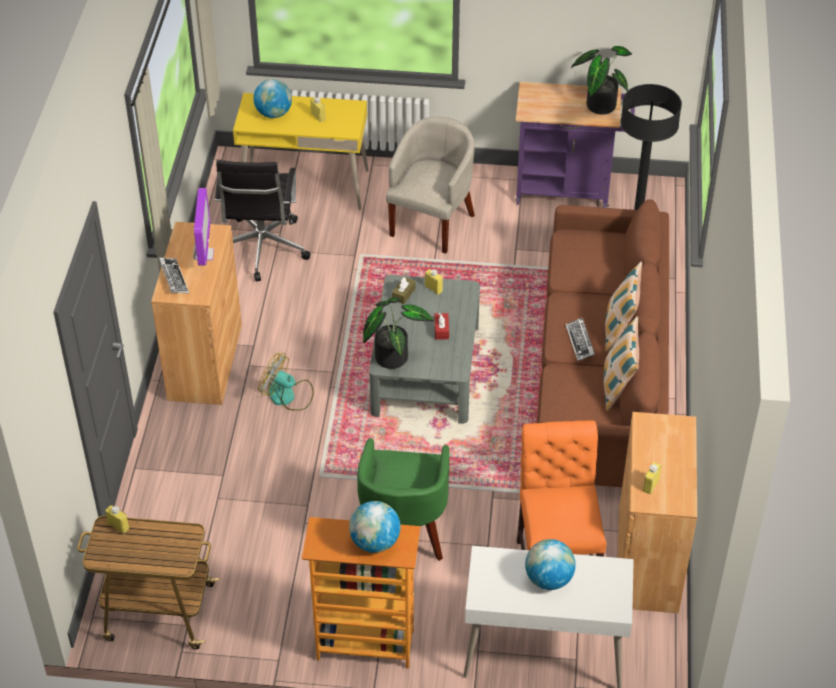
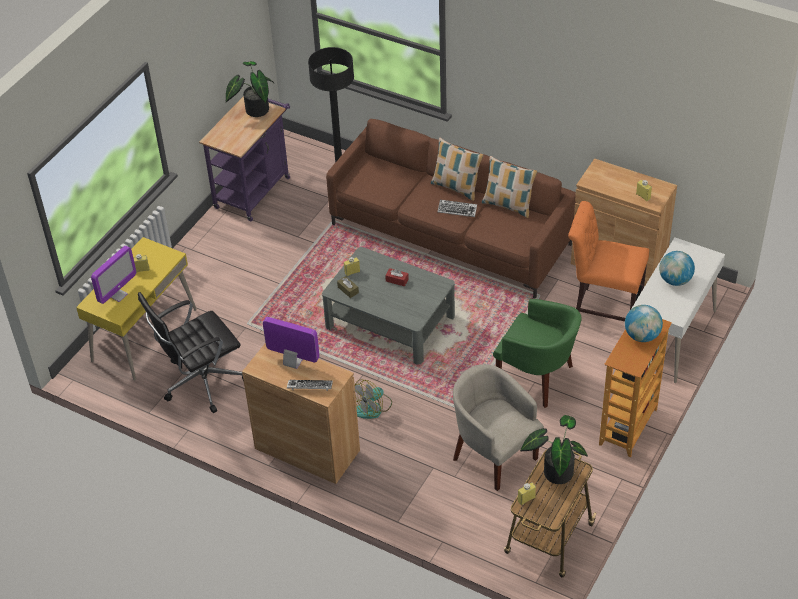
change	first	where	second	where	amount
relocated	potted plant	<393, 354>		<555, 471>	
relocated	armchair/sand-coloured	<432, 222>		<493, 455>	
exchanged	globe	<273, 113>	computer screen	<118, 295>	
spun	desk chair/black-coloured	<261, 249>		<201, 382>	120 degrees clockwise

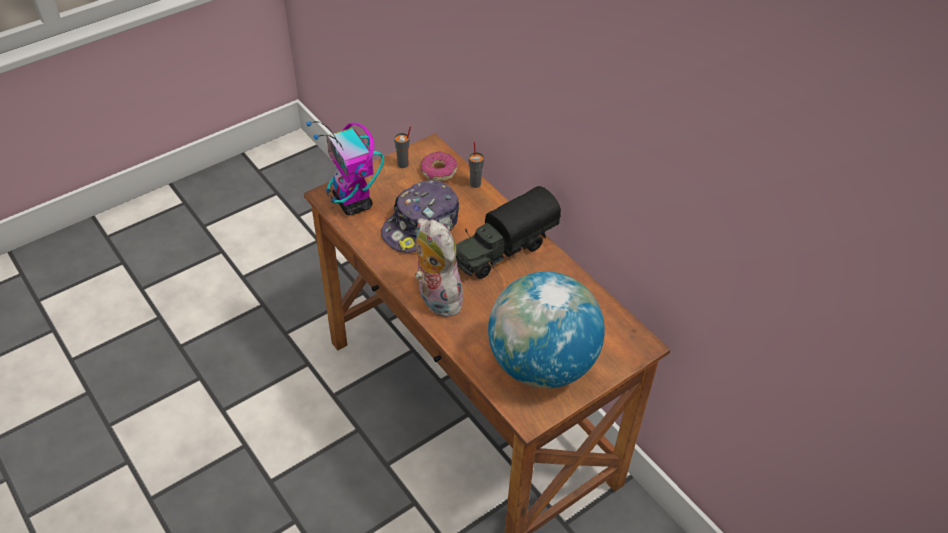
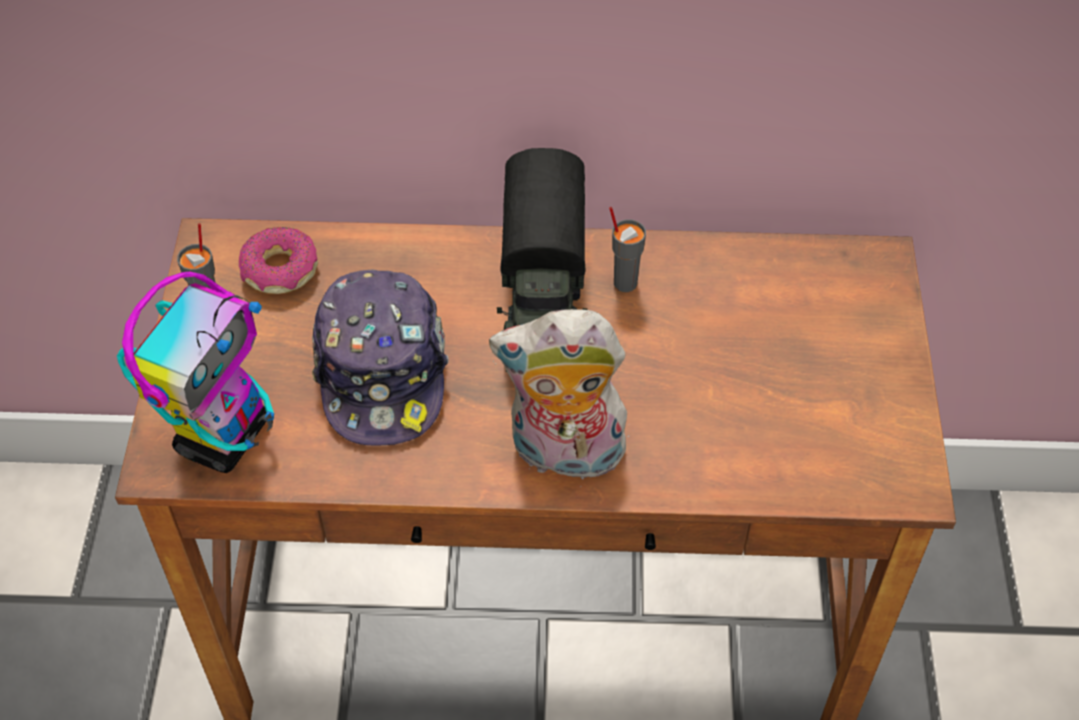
change	first	where	second	where	amount
missing	globe	<541, 364>			
relocated	drinking cup/grey	<475, 183>		<624, 282>	
spun	robot figure	<353, 203>		<224, 435>	75 degrees counterclockwise

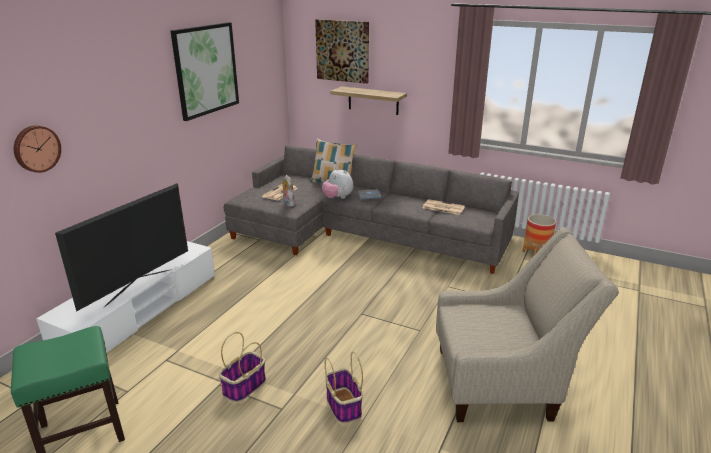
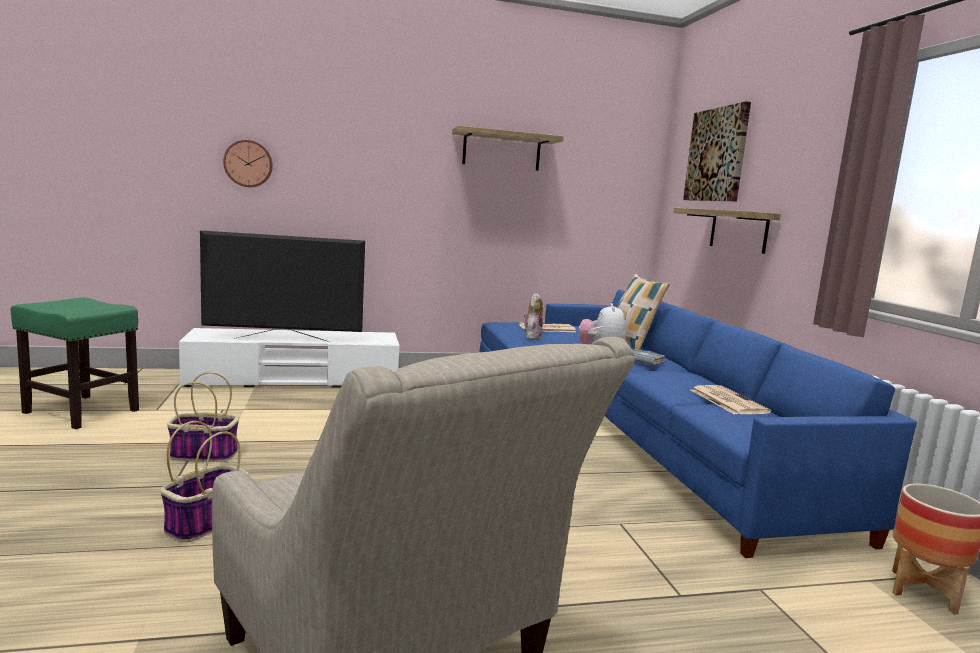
change	first	where	second	where	amount
exchanged	wall picture	<206, 70>	bracket shelf	<501, 150>	
colour	couch/grey	<360, 232>	couch/blue-coloured	<633, 426>	

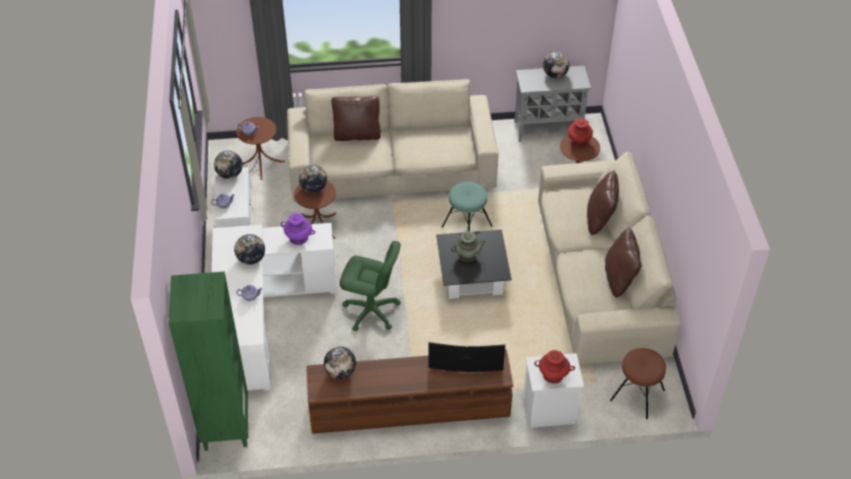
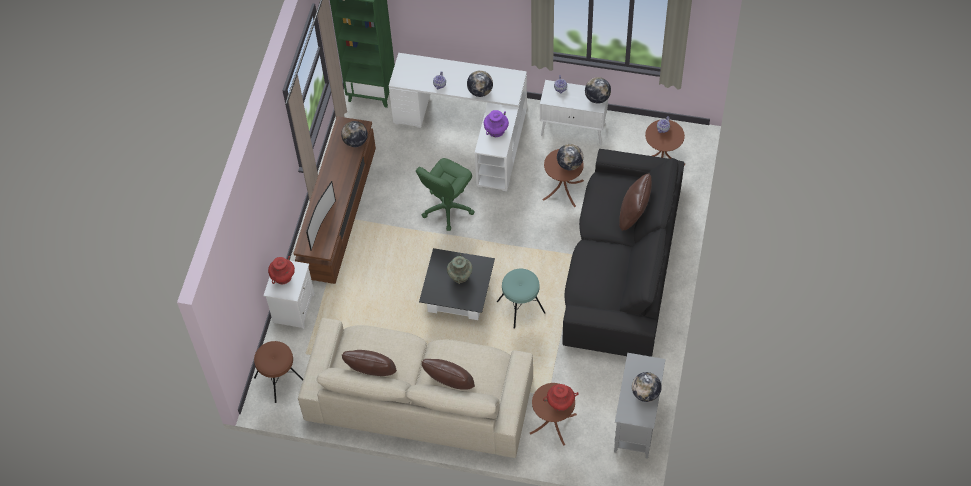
change	first	where	second	where	amount
colour	couch/sand-coloured	<392, 168>	couch/black-coloured	<621, 265>	

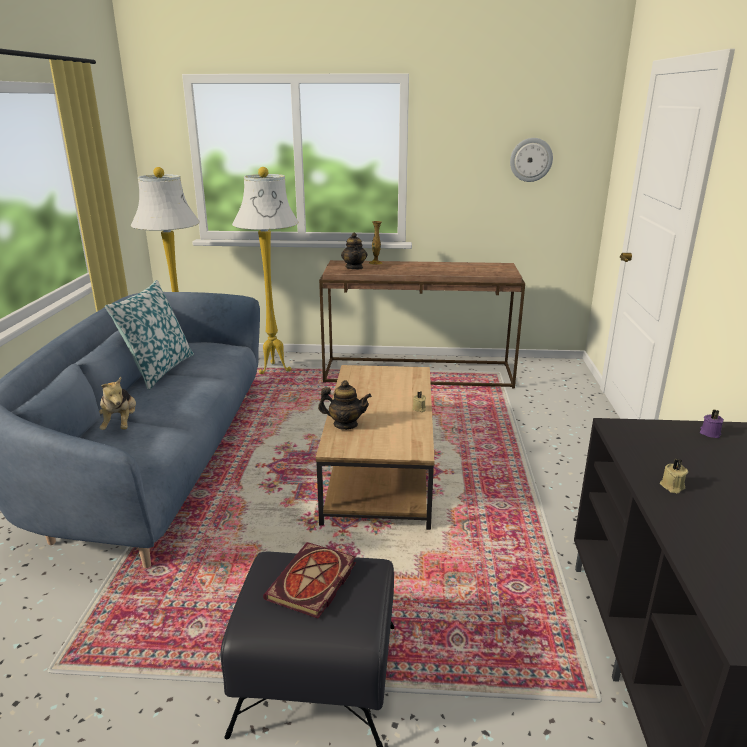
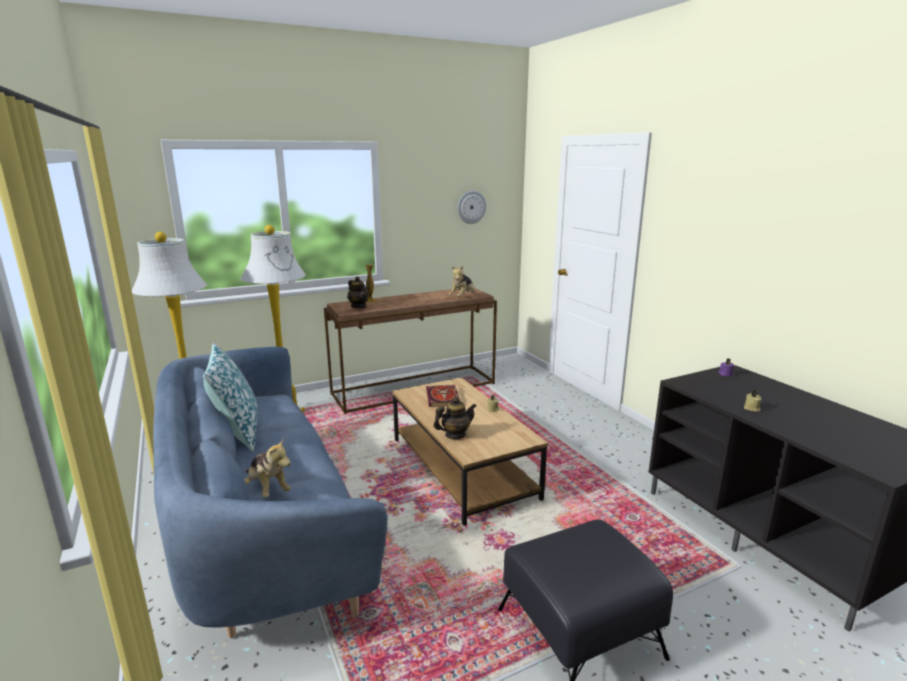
change	first	where	second	where	amount
appeared			soft toy	<462, 297>	
relocated	book	<312, 583>		<443, 398>	

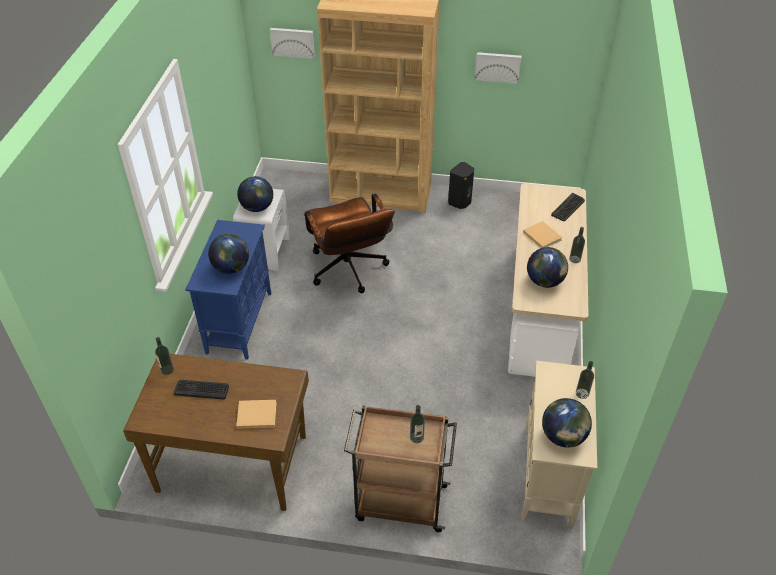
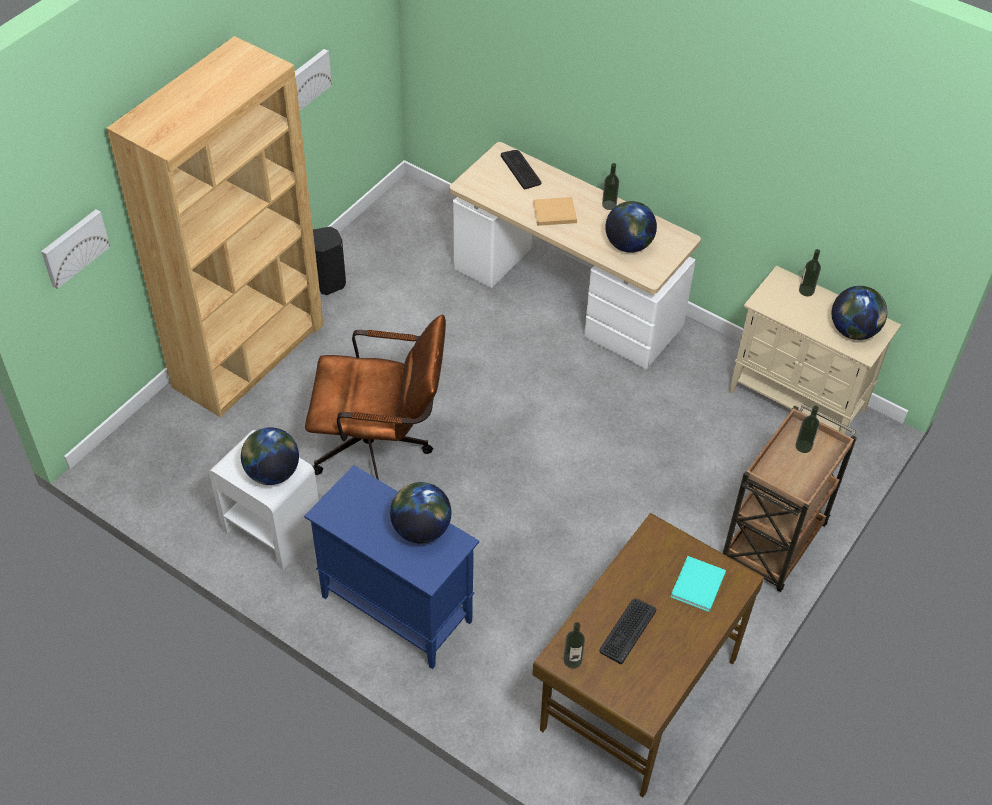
change	first	where	second	where	amount
colour	book/sand-coloured	<255, 415>	book/turquoise	<697, 586>	

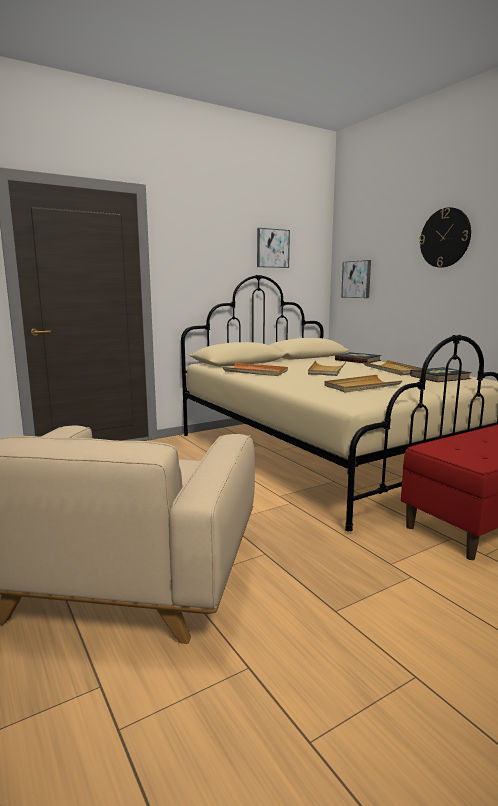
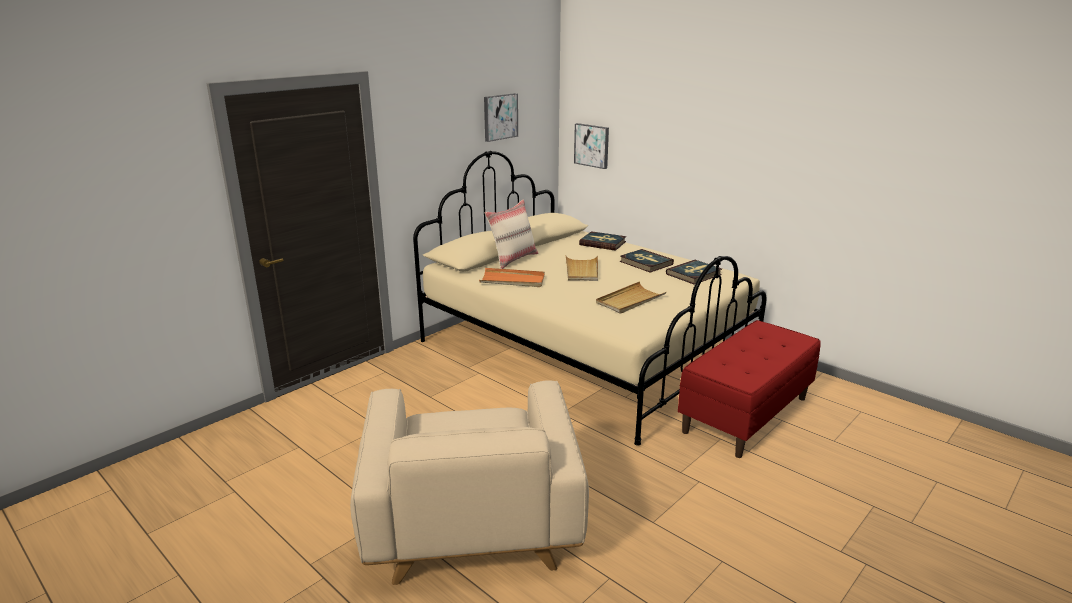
change	first	where	second	where	amount
missing	wall clock	<445, 238>			
appeared			throw pillow/sand-coloured	<513, 259>	
exchanged	carrying tray/sand-coloured	<393, 370>	book	<645, 263>	

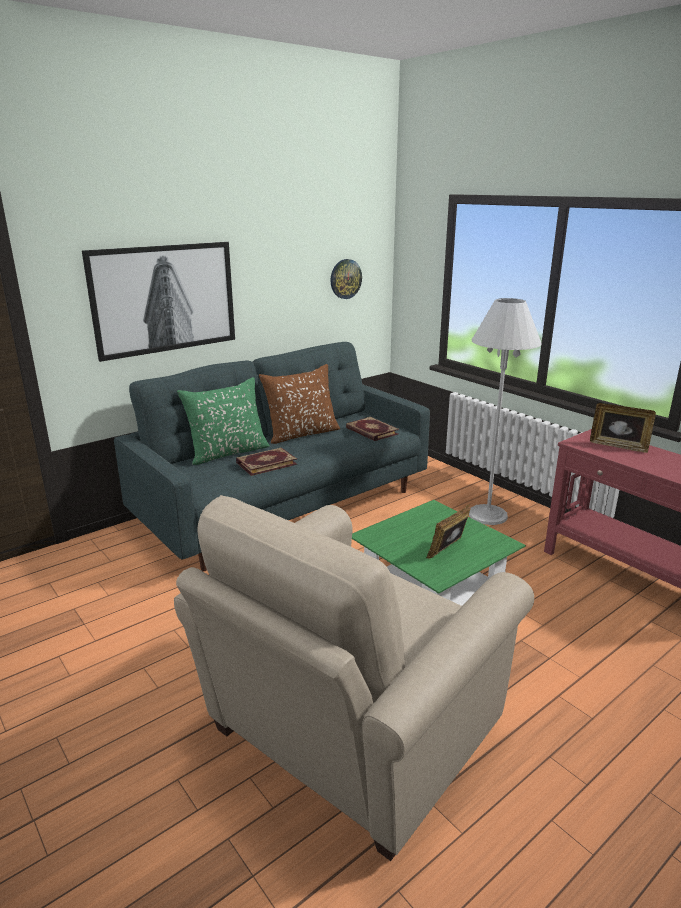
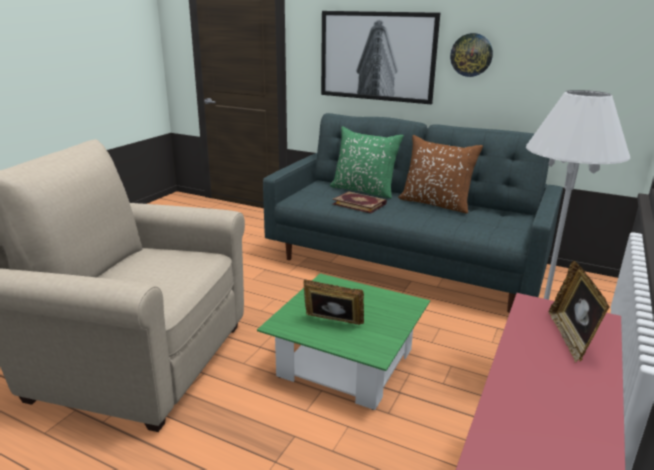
change	first	where	second	where	amount
missing	book	<371, 431>			
relocated	wall clock	<345, 279>		<471, 55>	

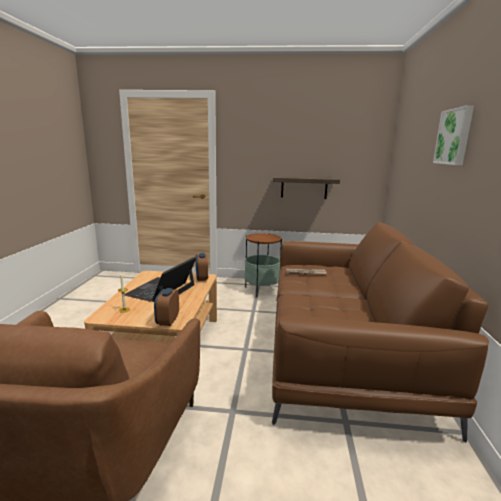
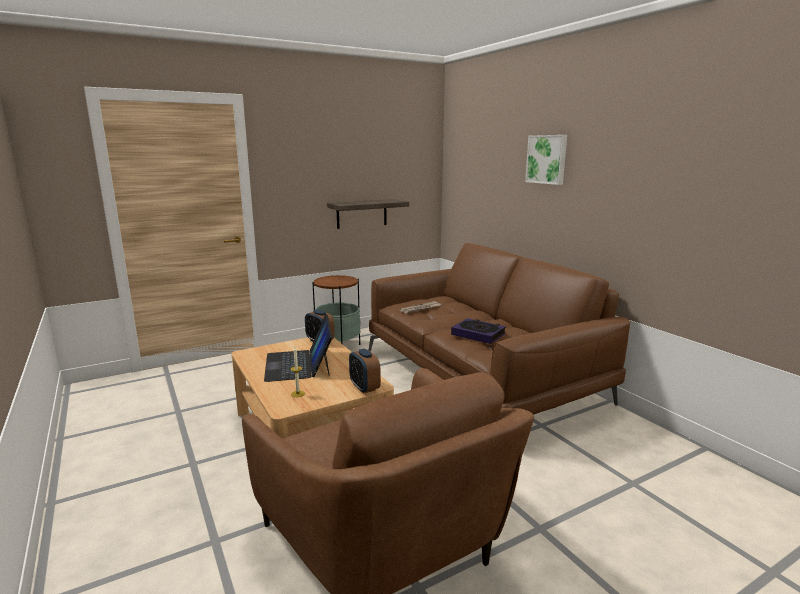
change	first	where	second	where	amount
appeared			book	<478, 334>	

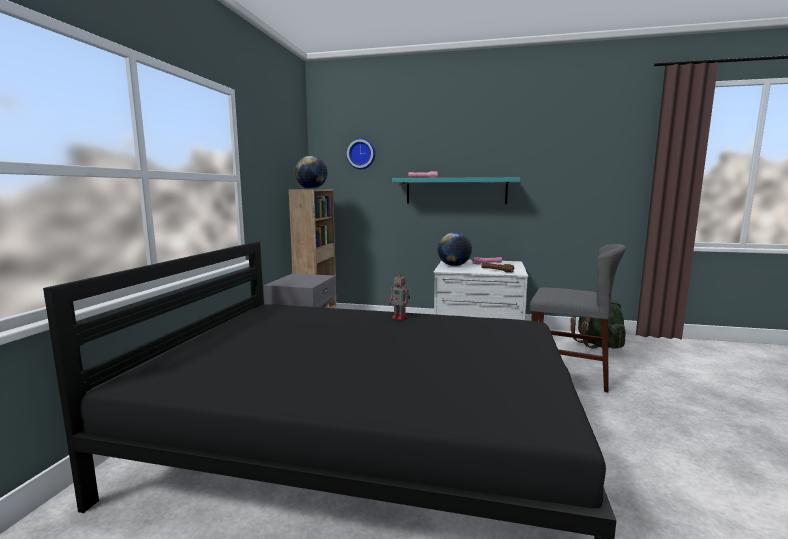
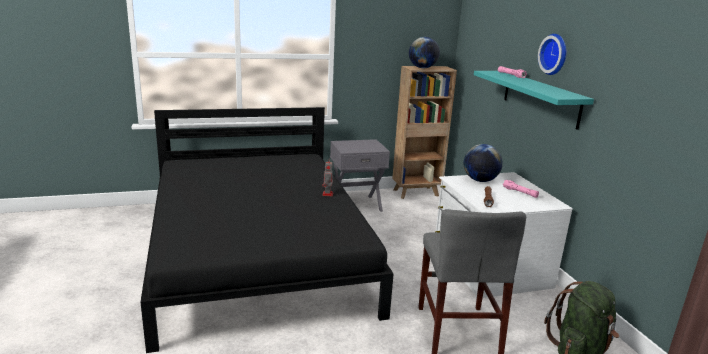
change	first	where	second	where	amount
relocated	wall clock	<361, 154>		<555, 54>	

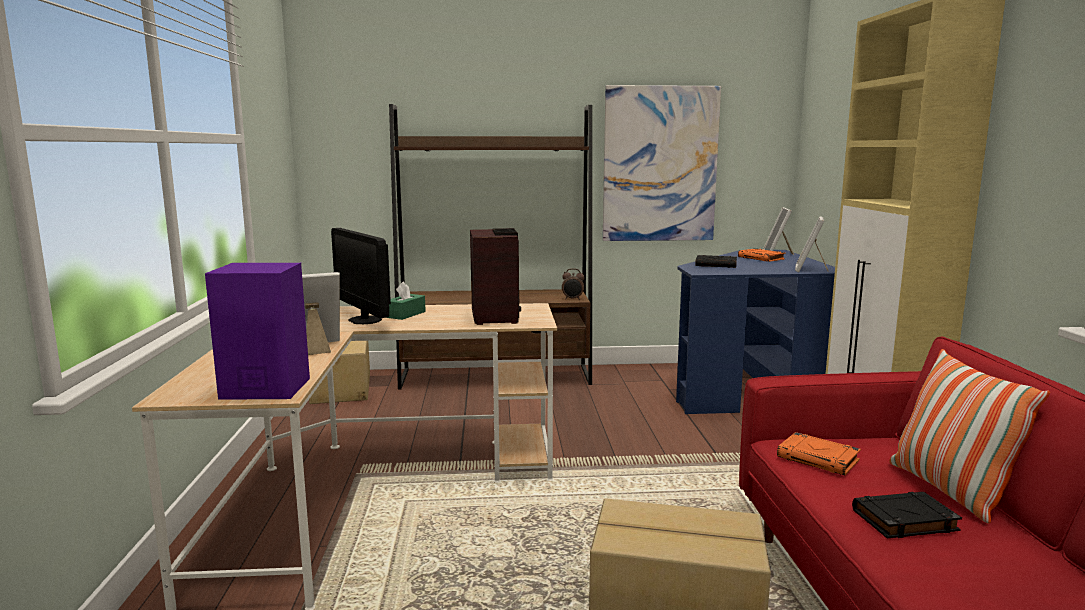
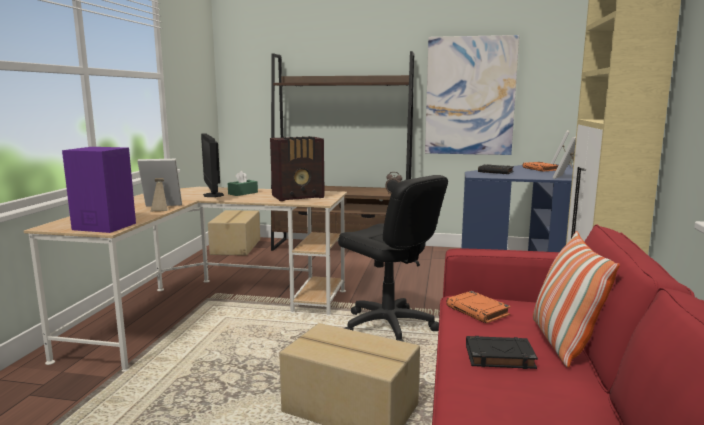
change	first	where	second	where	amount
appeared			desk chair/black-coloured	<388, 327>	
spun	radio set	<495, 316>		<299, 197>	60 degrees clockwise

